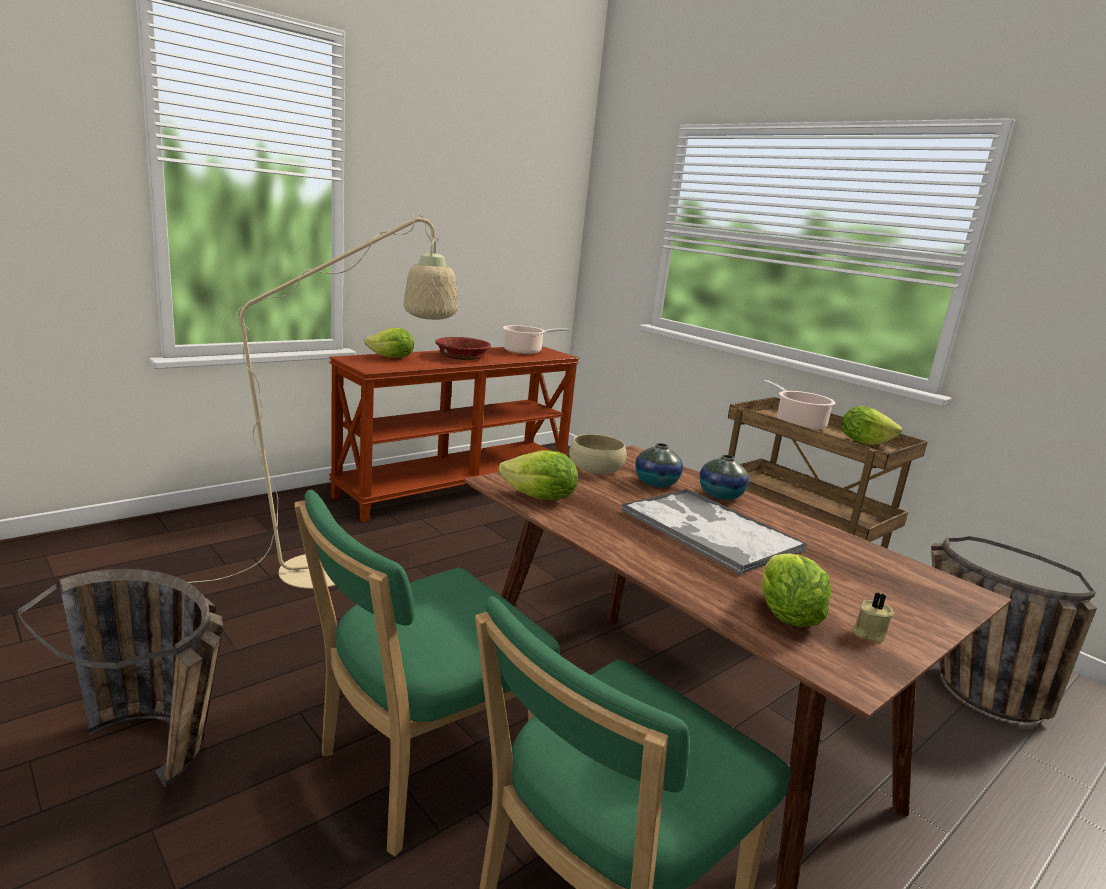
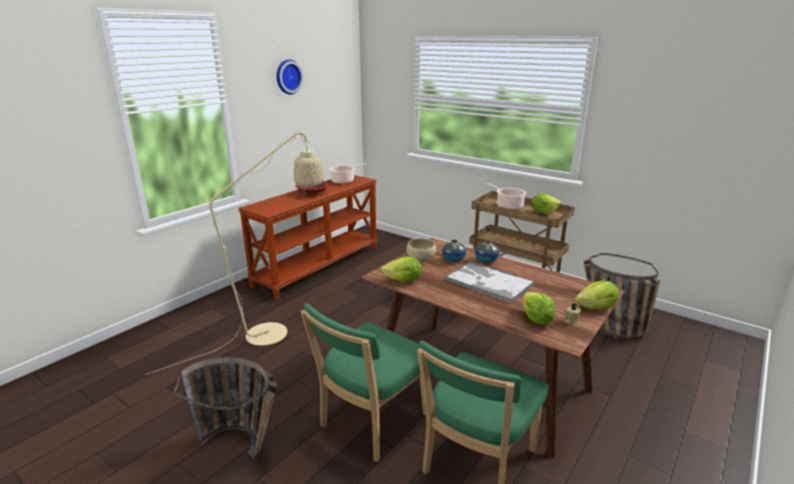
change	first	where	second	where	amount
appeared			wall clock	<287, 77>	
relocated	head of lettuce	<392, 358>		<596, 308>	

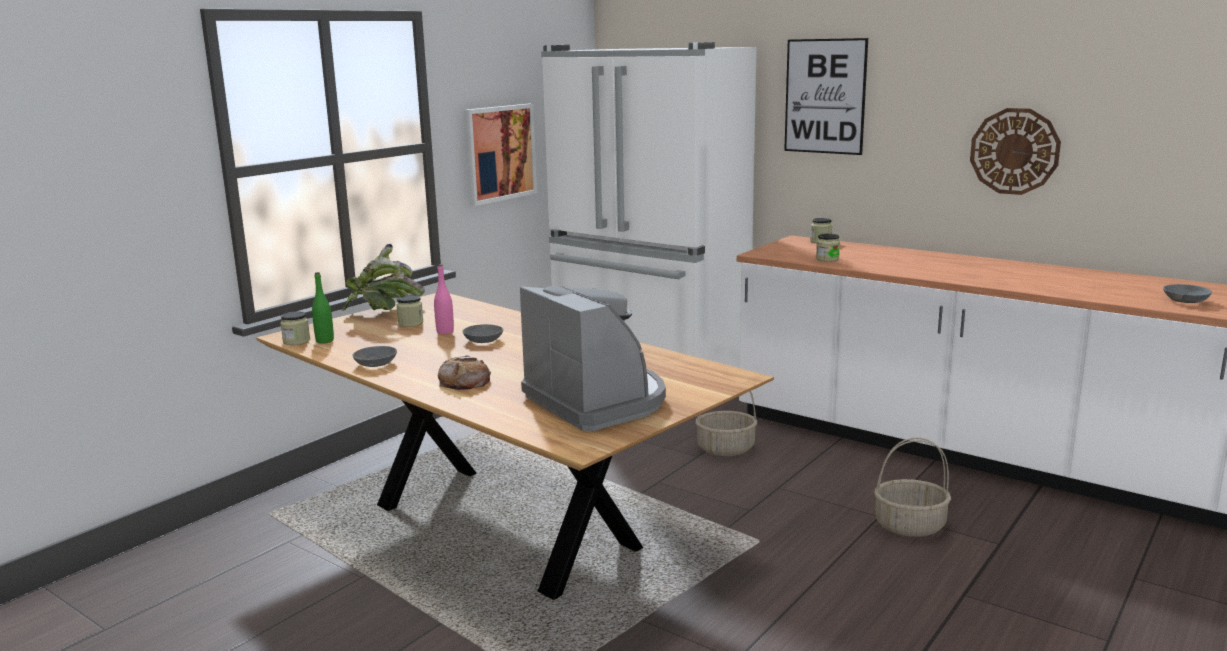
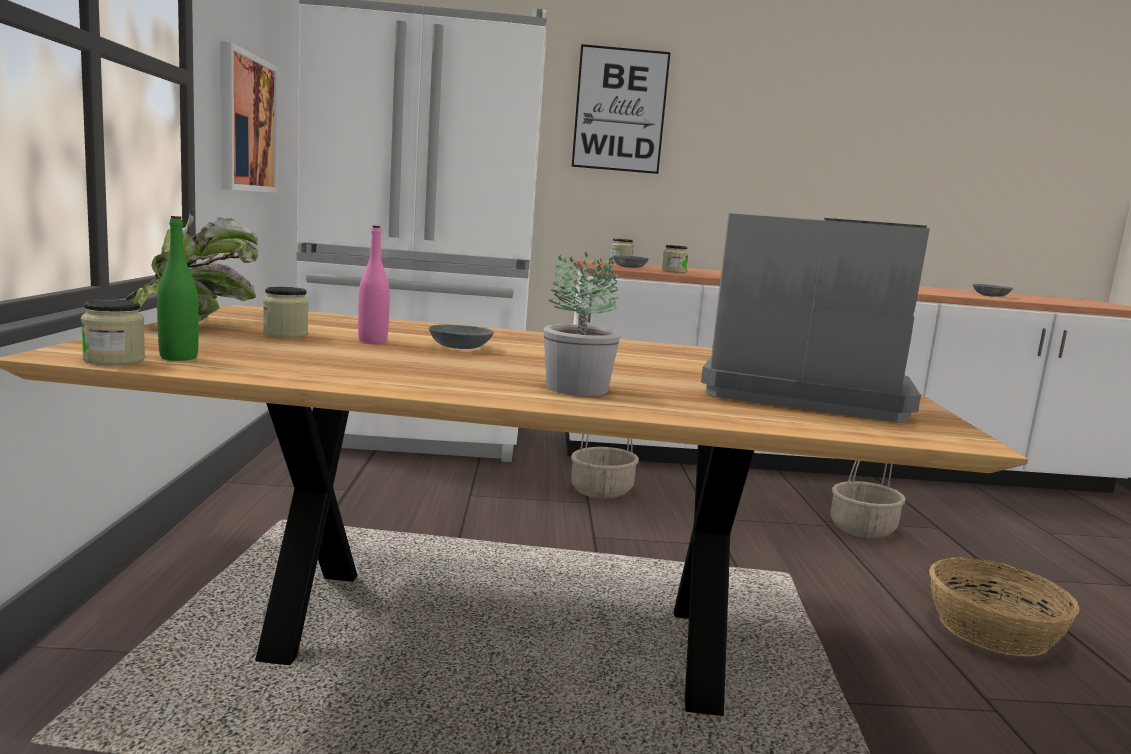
change	first	where	second	where	amount
missing	wall clock	<1014, 151>			
appeared			storage basket	<992, 630>	
relocated	bowl/grey	<376, 363>		<628, 267>	
exchanged	bakery bread	<465, 381>	potted plant	<577, 388>	

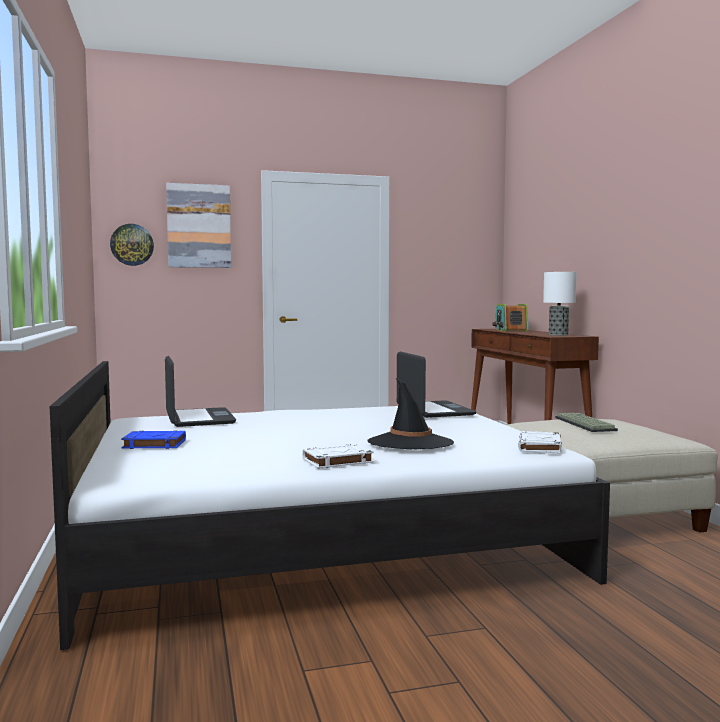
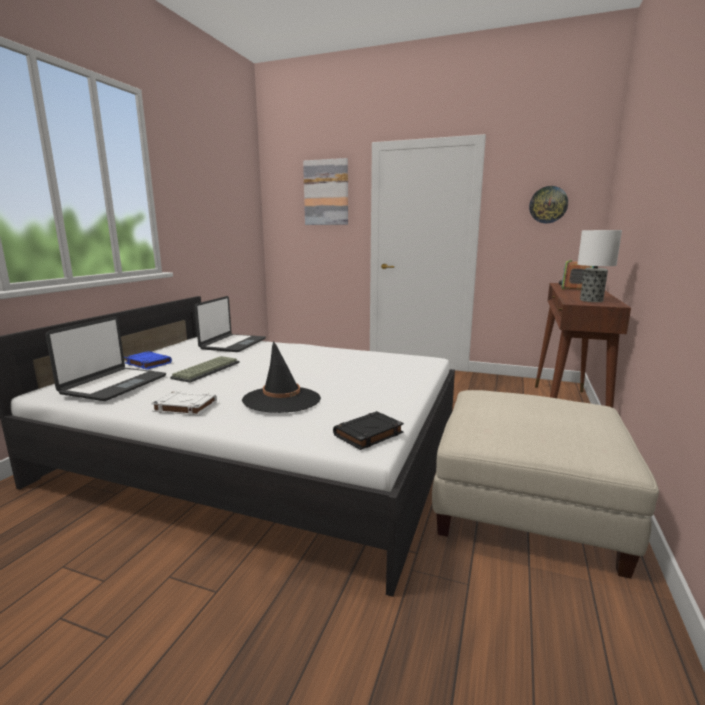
change	first	where	second	where	amount
relocated	wall clock	<132, 244>		<548, 204>	
relocated	notebook computer	<433, 411>		<114, 385>	
relocated	PC keyboard	<583, 424>		<206, 370>	
colour	book/whitish	<540, 447>	book/black-coloured	<368, 434>	

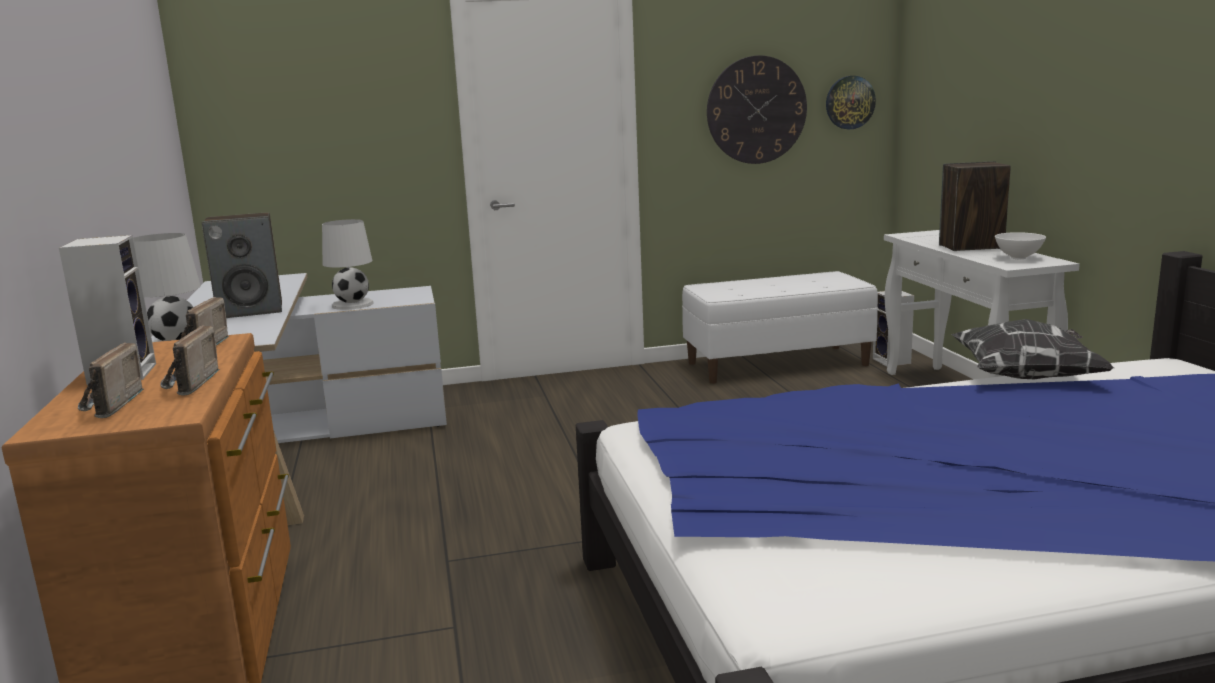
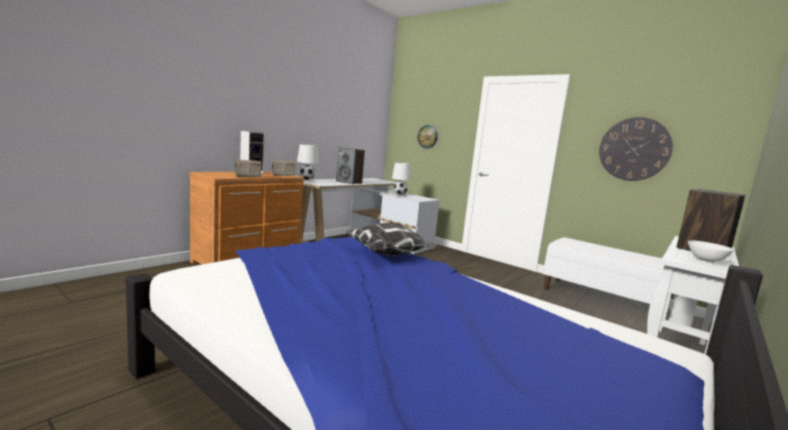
change	first	where	second	where	amount
missing	radio set	<107, 406>			
relocated	wall clock	<849, 102>		<427, 136>	
relocated	throw pillow	<1027, 377>		<390, 255>	

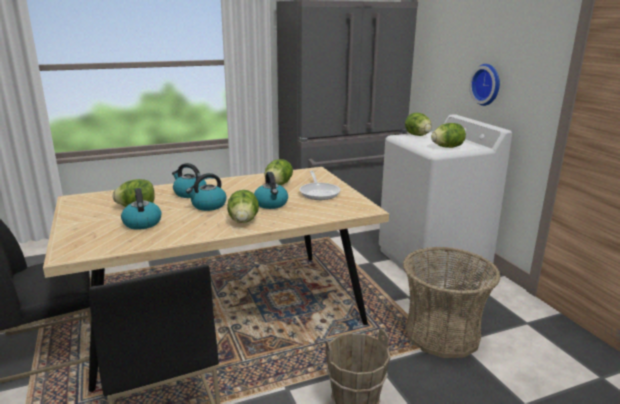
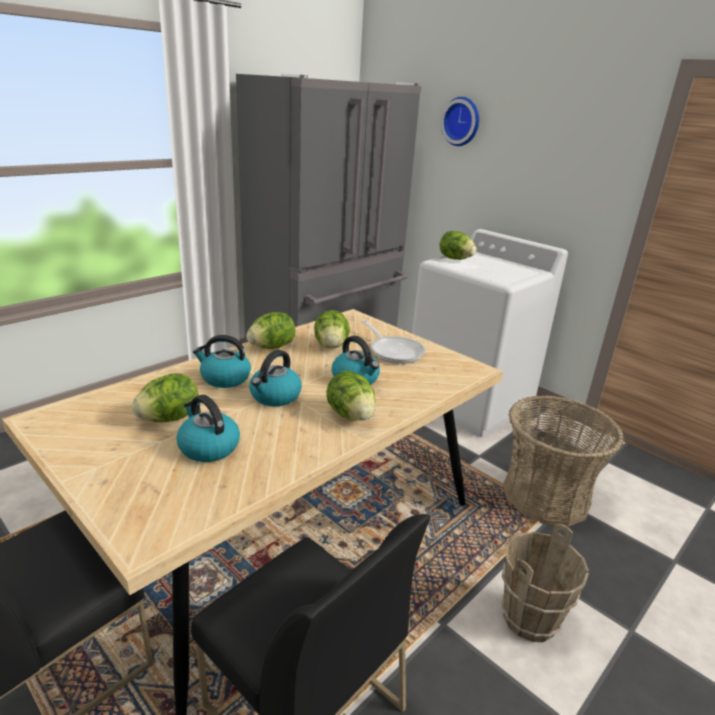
change	first	where	second	where	amount
relocated	head of lettuce	<447, 147>		<272, 347>	
relocated	wall clock	<487, 84>		<462, 121>	

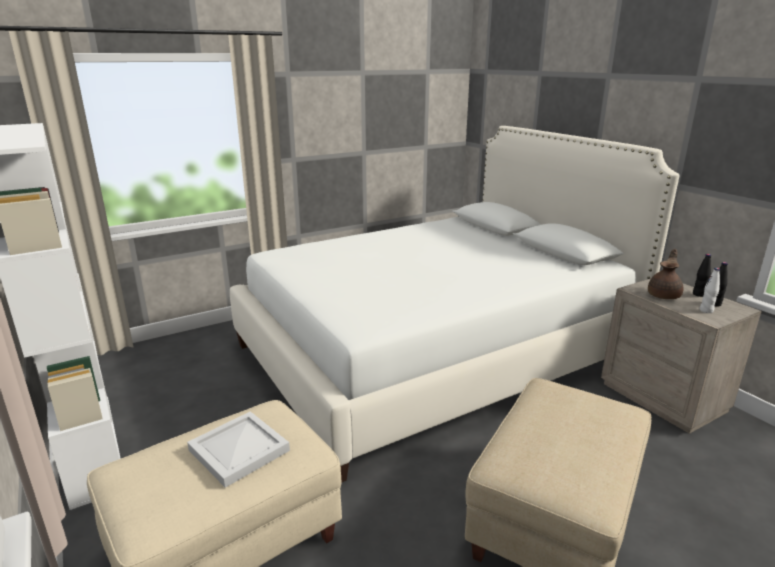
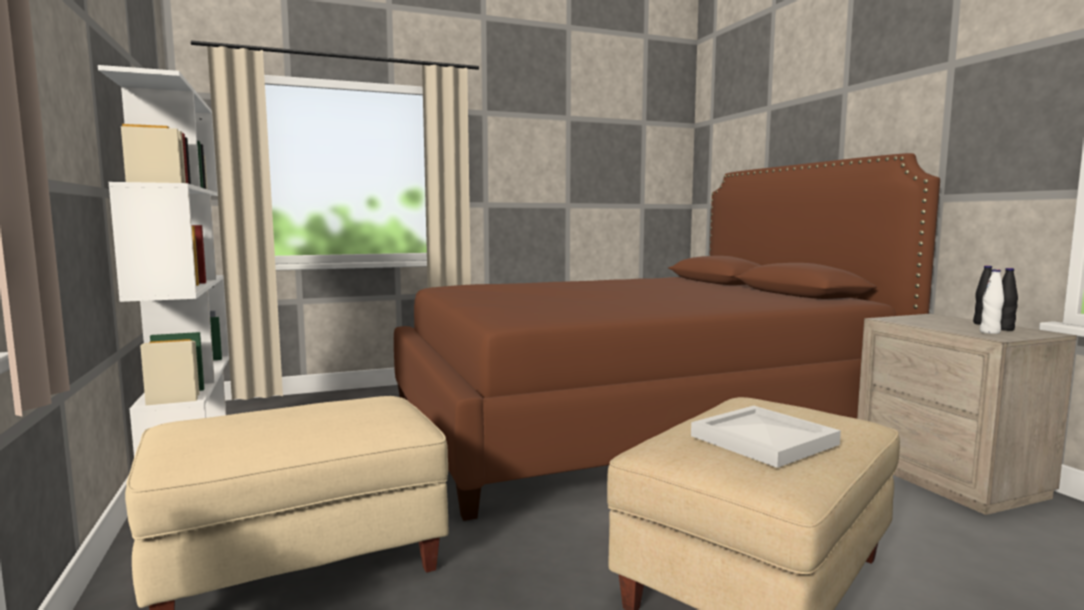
change	first	where	second	where	amount
missing	tea pot/brown-coloured	<664, 295>			
relocated	carrying tray/whitish	<240, 450>		<766, 440>	
colour	bedroom bed/whitish	<434, 353>	bedroom bed/brown-coloured	<632, 421>	

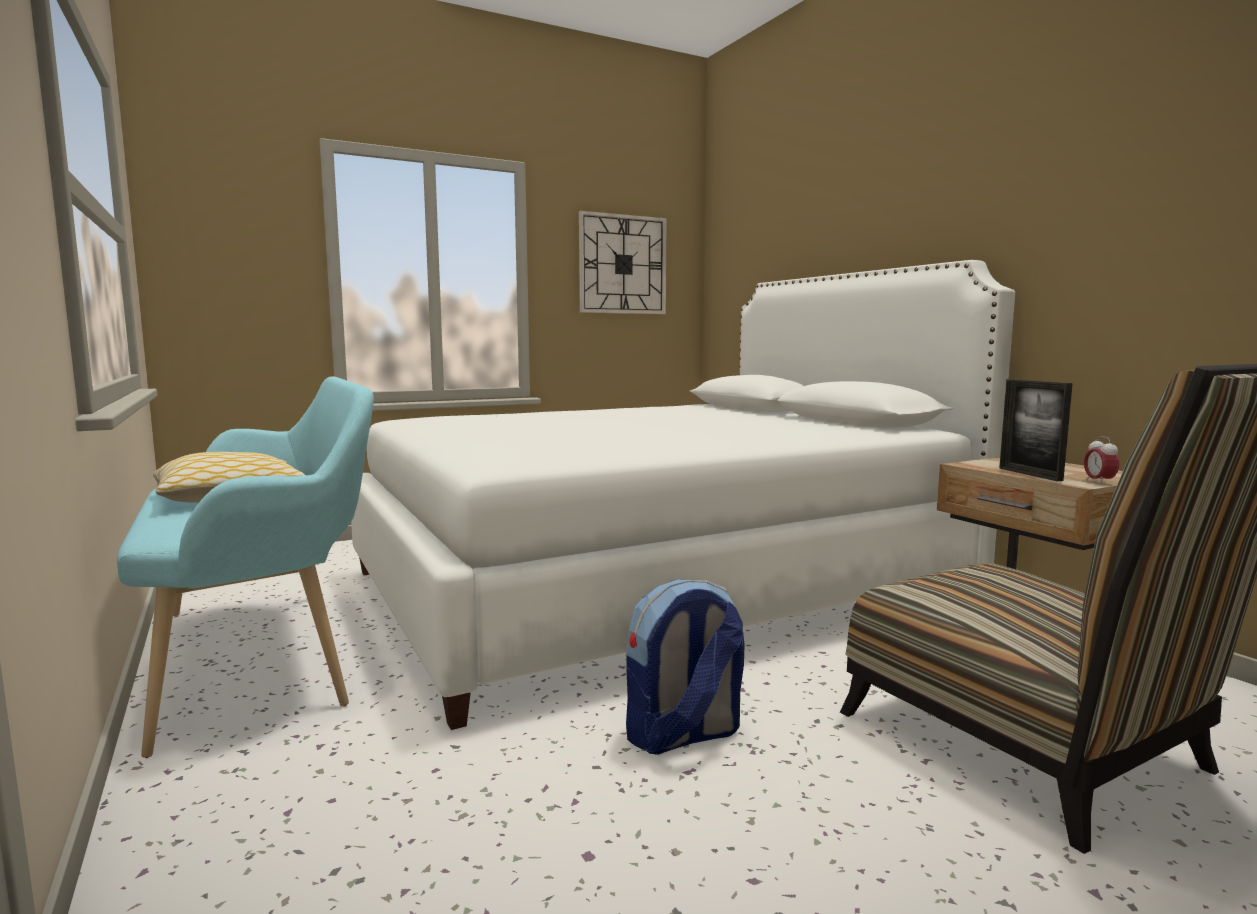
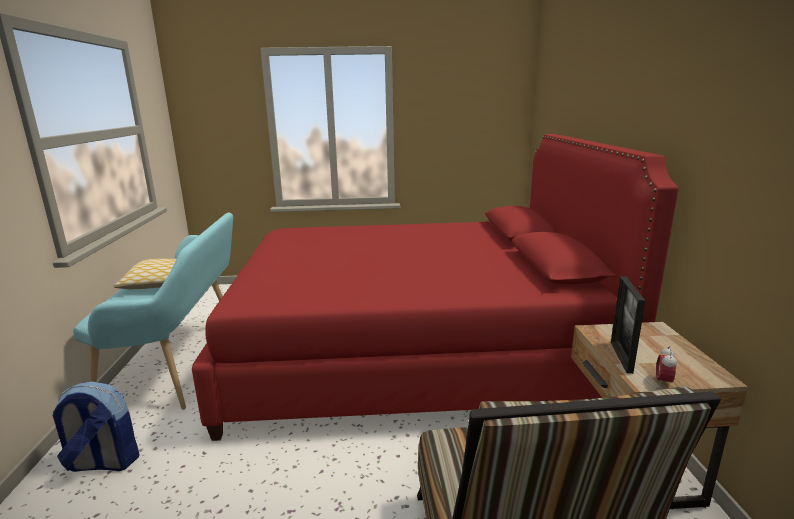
change	first	where	second	where	amount
missing	wall clock	<622, 264>			
relocated	knapsack	<683, 736>		<103, 463>	
colour	bedroom bed/whitish	<654, 585>	bedroom bed/red	<412, 352>	

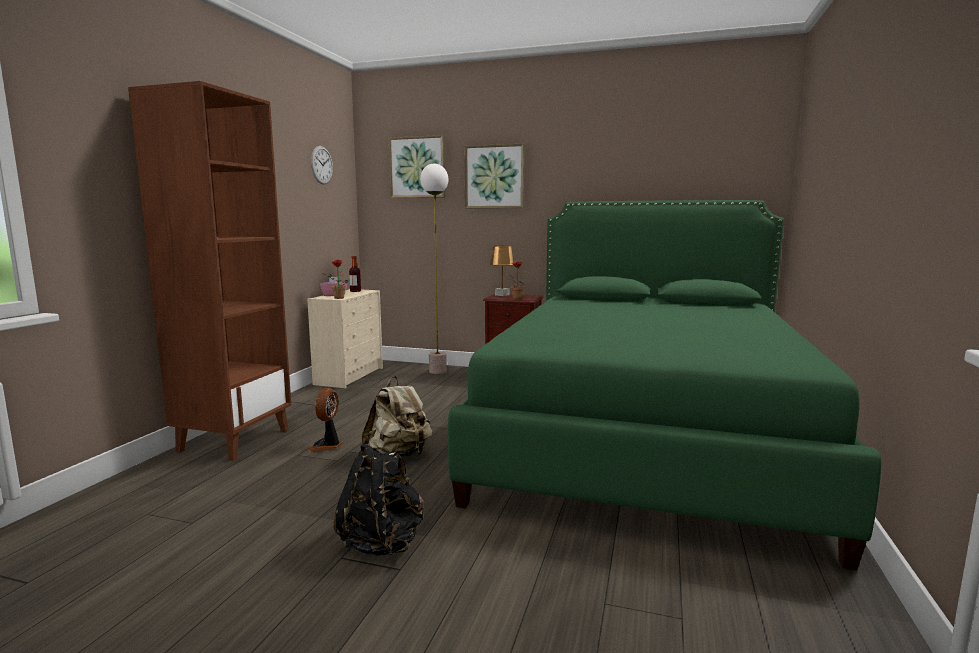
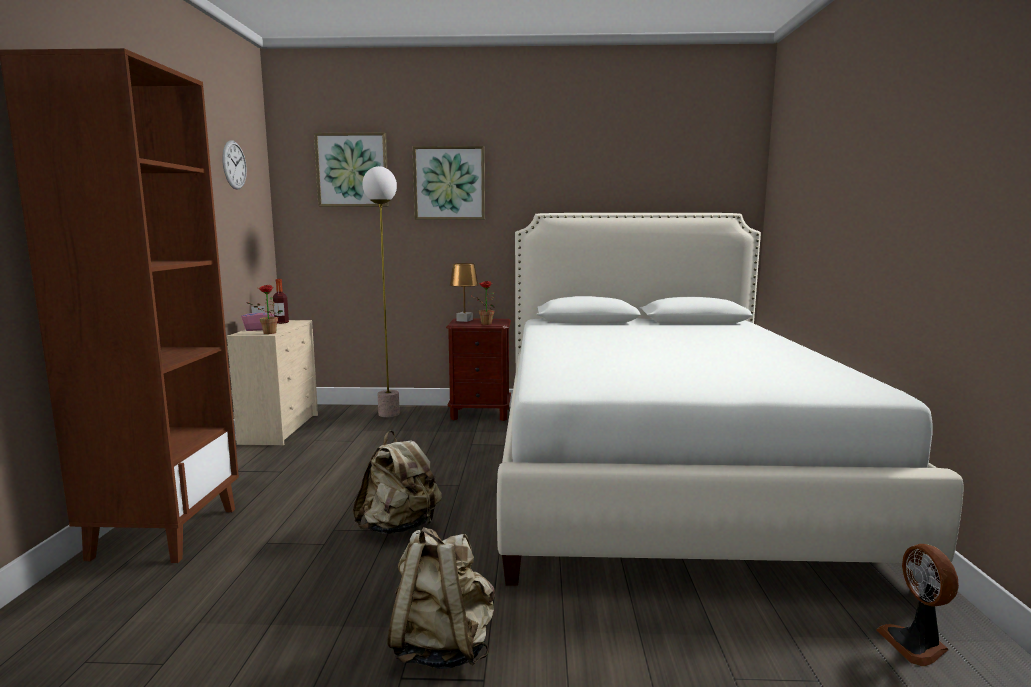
change	first	where	second	where	amount
relocated	cooling fan	<327, 445>		<916, 645>	
colour	knapsack/black-coloured	<382, 542>	knapsack/sand-coloured	<442, 647>	
colour	bedroom bed/green-coloured	<645, 435>	bedroom bed/whitish	<660, 470>	

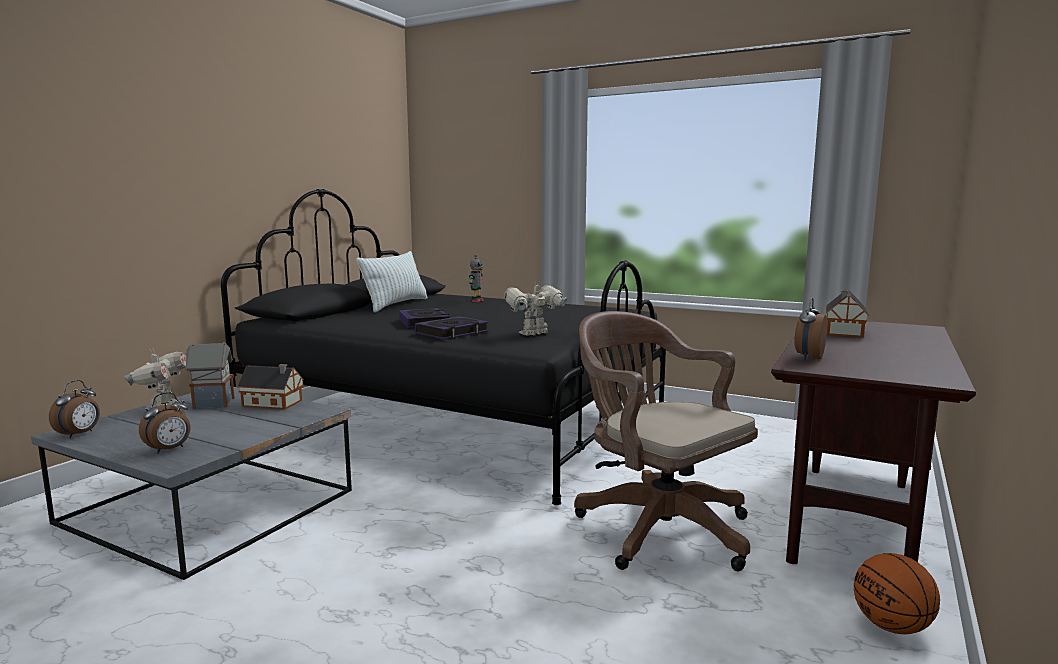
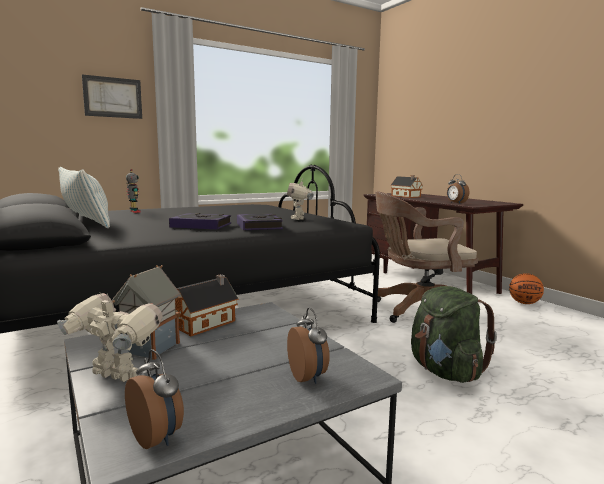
change	first	where	second	where	amount
appeared			wall picture	<113, 97>	
appeared			knapsack/green-coloured	<445, 371>	

